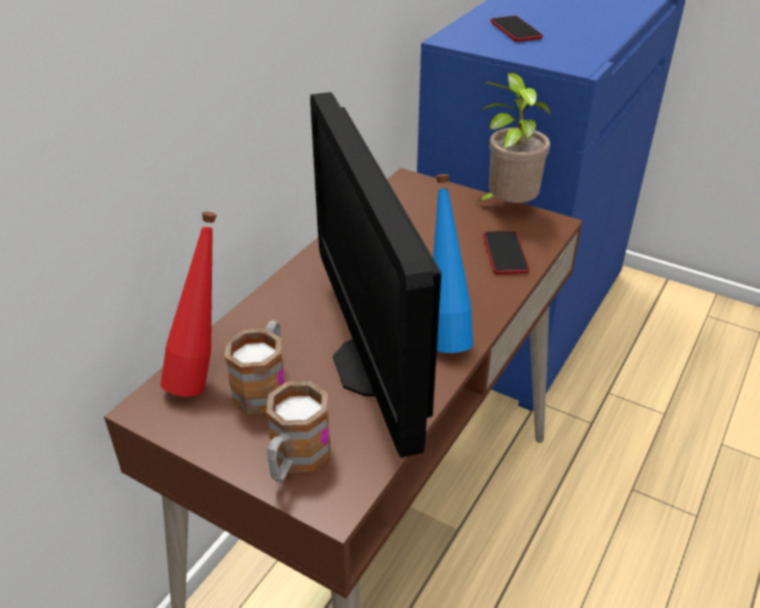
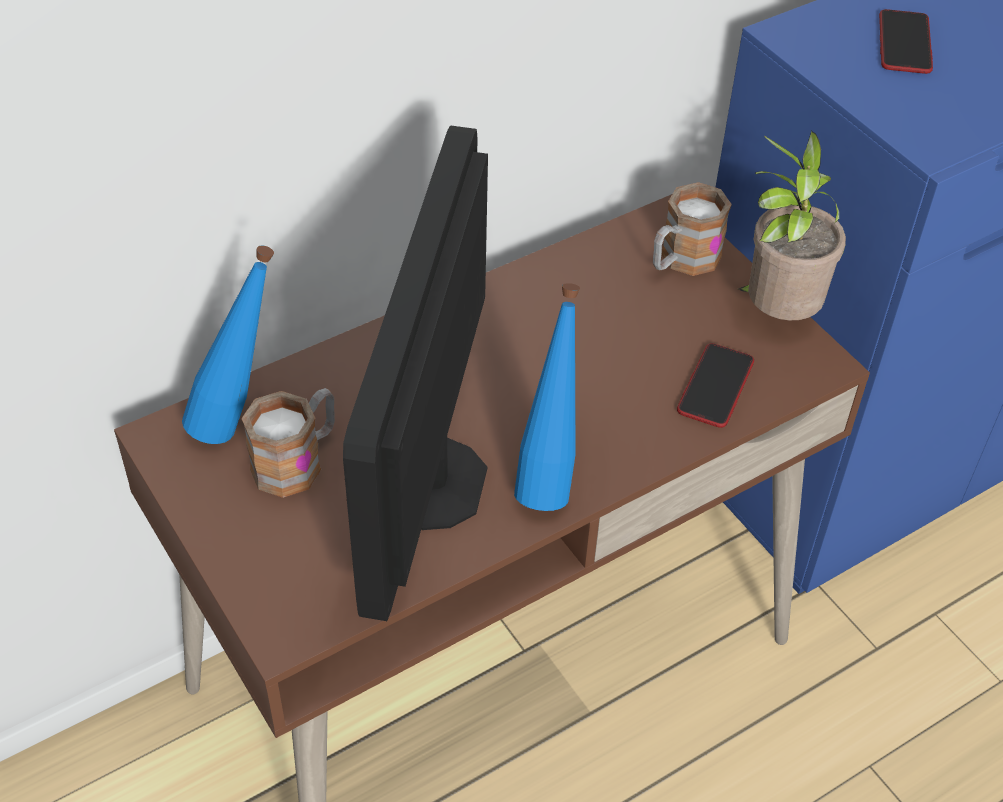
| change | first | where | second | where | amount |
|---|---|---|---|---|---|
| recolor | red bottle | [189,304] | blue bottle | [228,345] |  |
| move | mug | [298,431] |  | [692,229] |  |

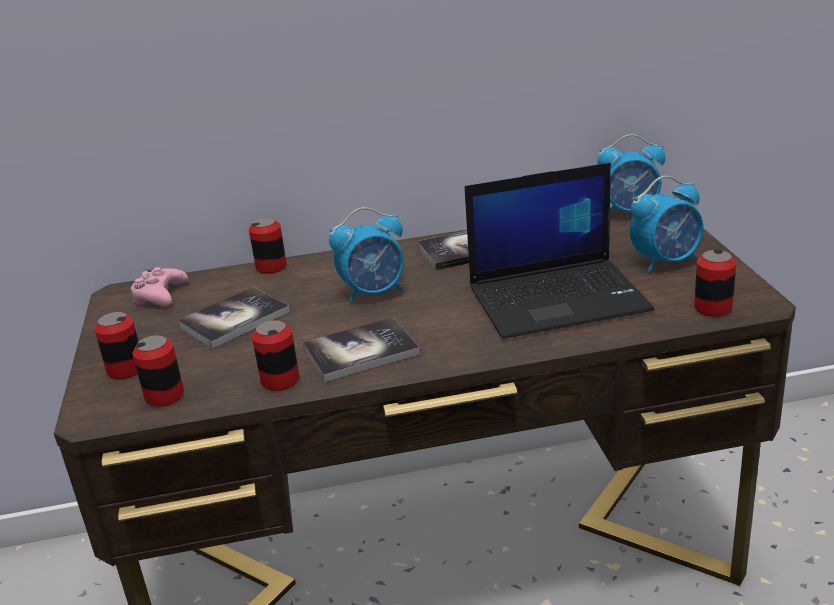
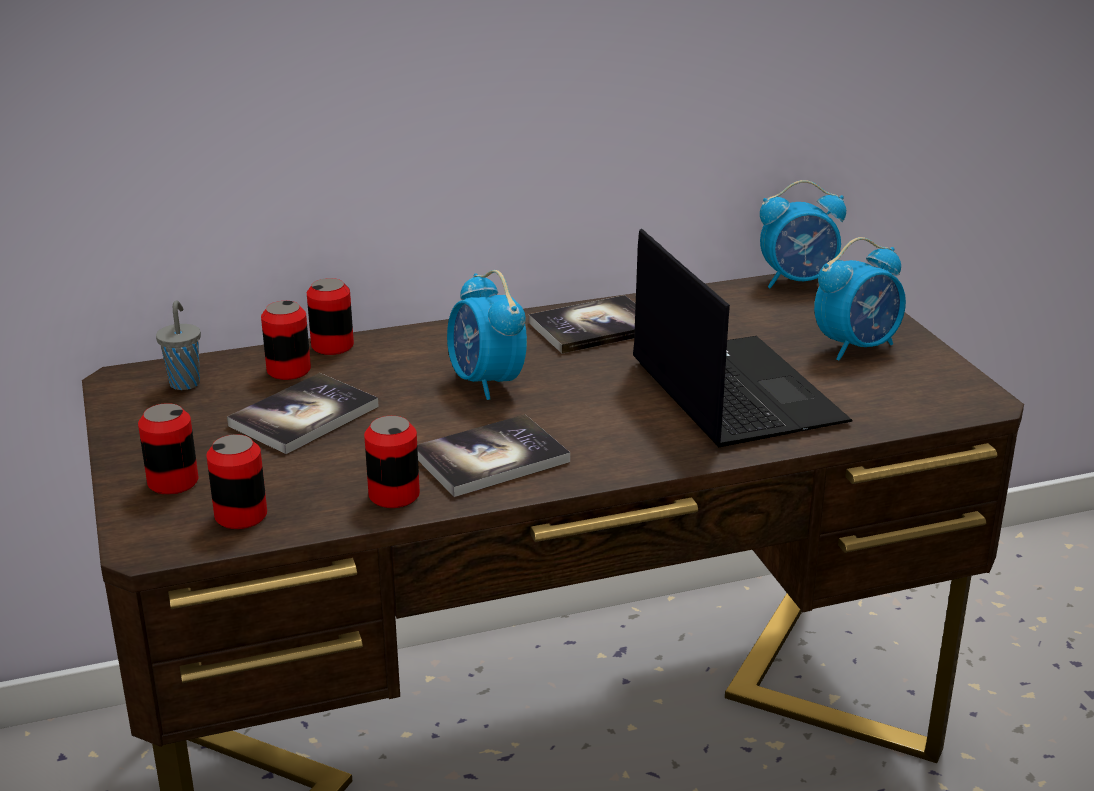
| change | first | where | second | where | amount |
|---|---|---|---|---|---|
| replace | pink game controller | [159,286] | grey cup | [178,345] |  |
| rotate | alarm clock | [366,255] |  | [487,335] | 90 degrees clockwise |
| rotate | laptop | [559,251] |  | [743,338] | 90 degrees counterclockwise |
| move | can | [715,283] |  | [286,340] |  |

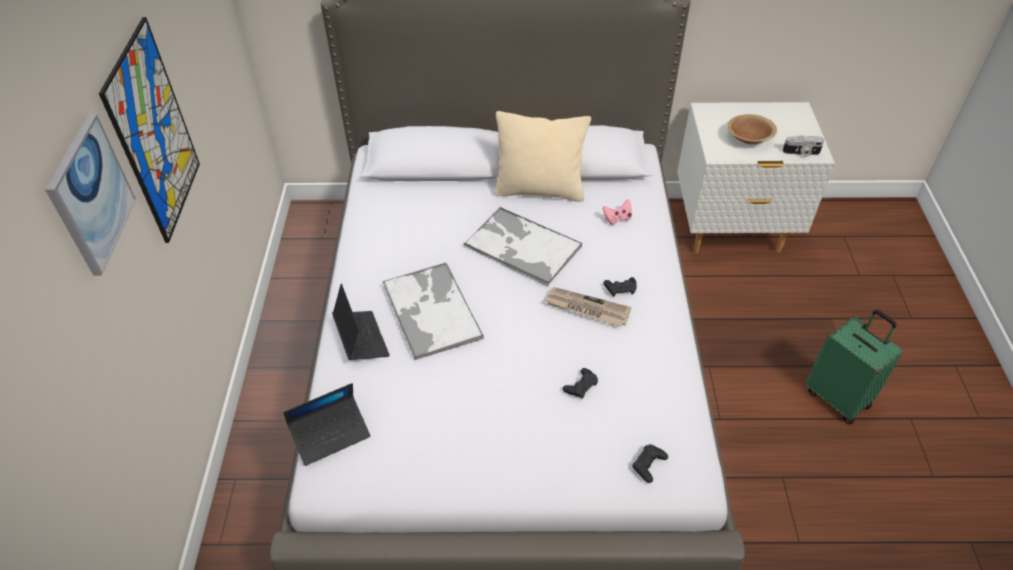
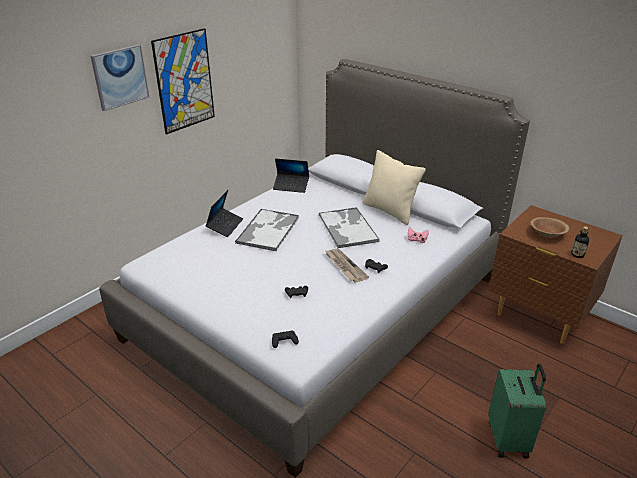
| change | first | where | second | where | amount |
|---|---|---|---|---|---|
| move | laptop | [327,424] |  | [291,175] |  |
| recolor | white nightstand | [756,177] | brown nightstand | [555,274] |  |
| replace | photo camera | [803,146] | bottle | [580,242] |  |

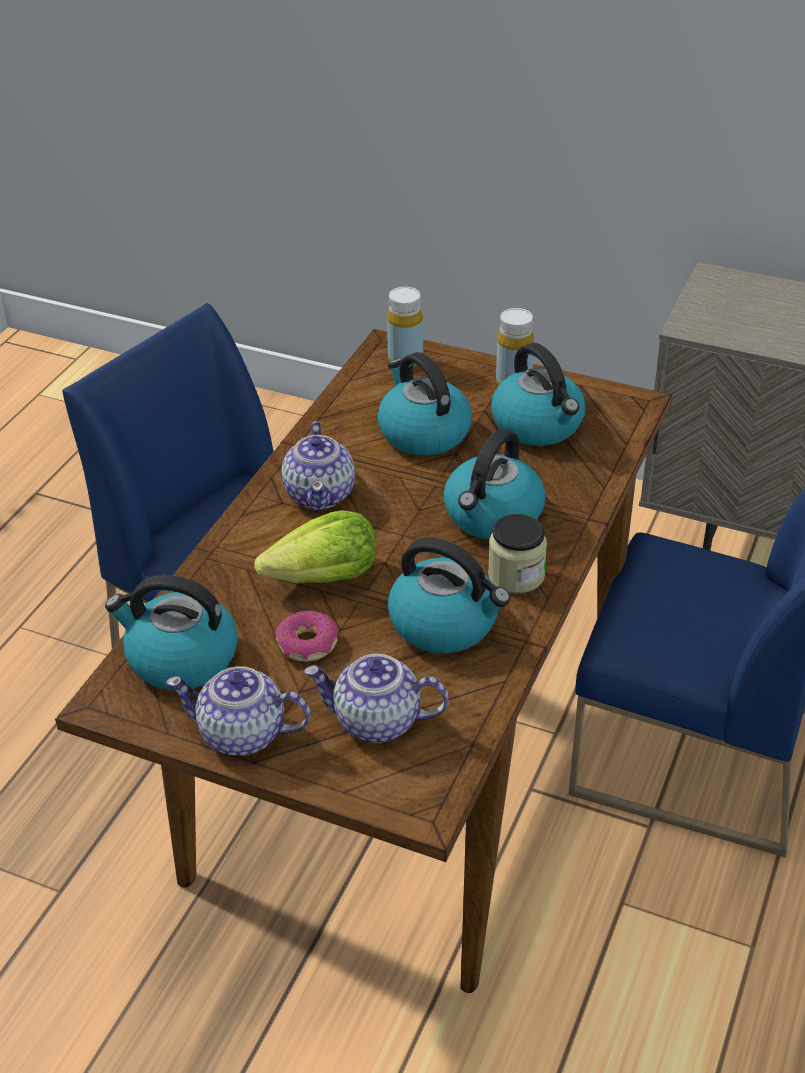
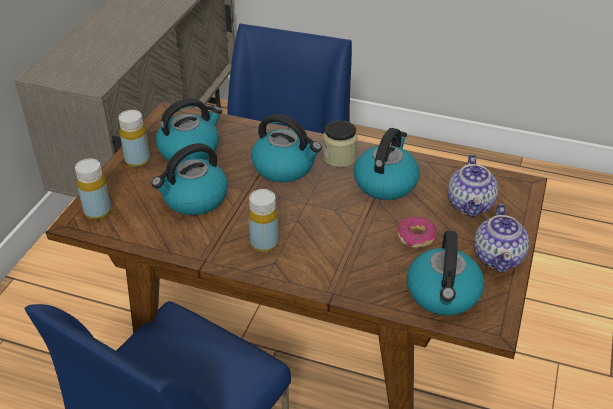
| change | first | where | second | where | amount |
|---|---|---|---|---|---|
| delete | lettuce | [315,546] |  |  |  |
| replace | teapot | [318,466] | yellow bottle | [263,220] |  |

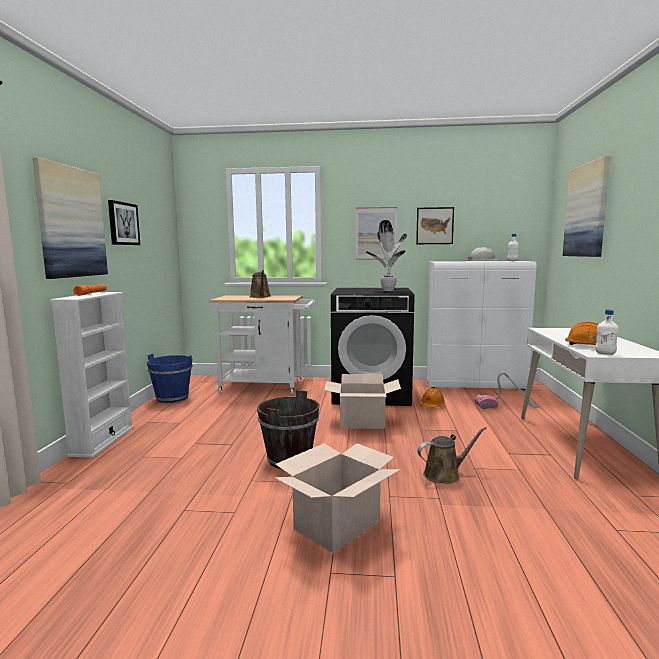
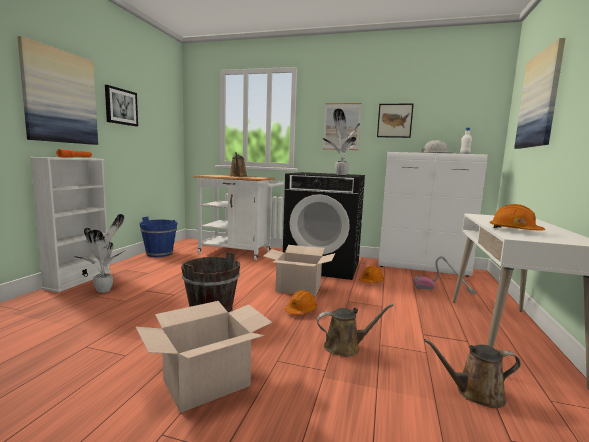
| change | first | where | second | where | amount |
|---|---|---|---|---|---|
| delete | white bottle | [607,332] |  |  |  |
| insert |  |  | potted plant | [99,253] |  |
| insert |  |  | orange hard hat | [301,302] |  |
| insert |  |  | brown watering can | [472,373] |  |

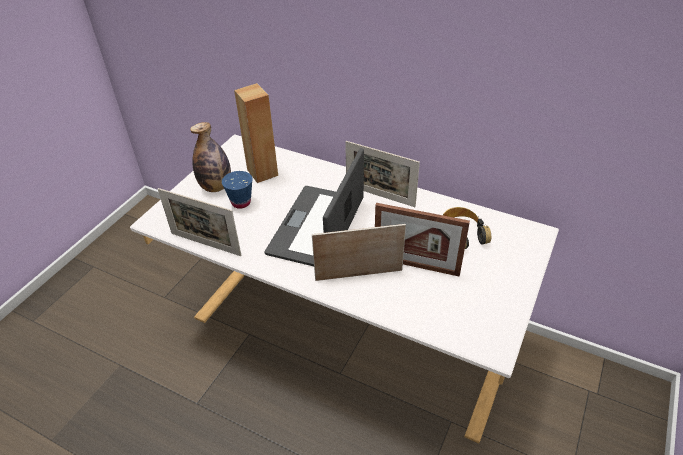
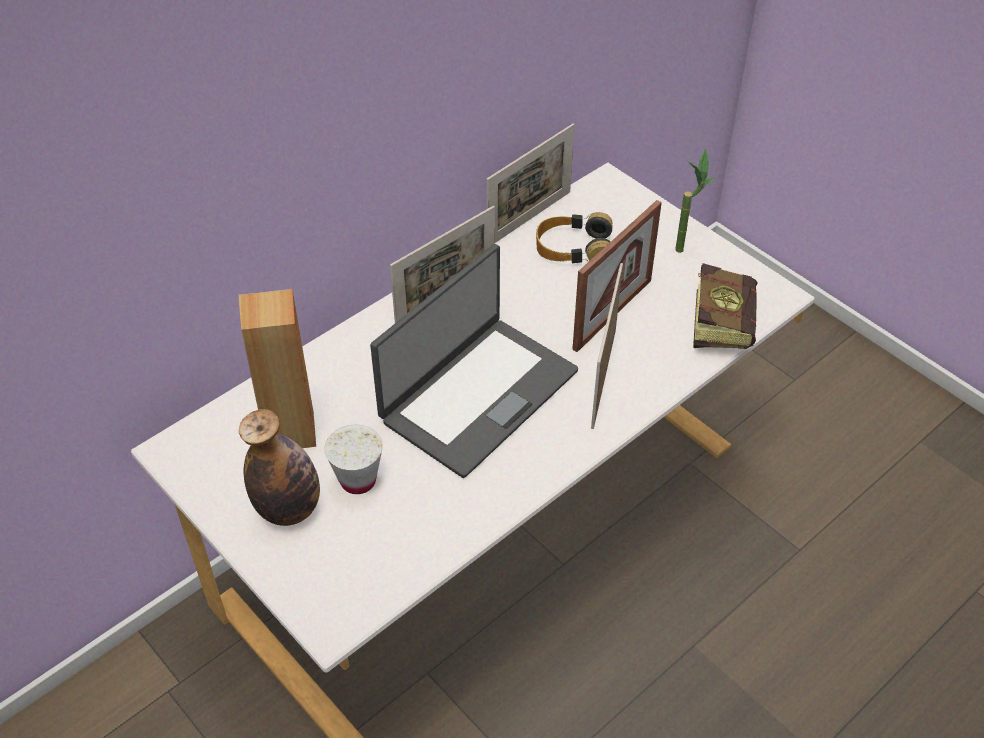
| change | first | where | second | where | amount |
|---|---|---|---|---|---|
| move | picture frame | [200,222] |  | [530,183] |  |
| recolor | blue cup | [237,190] | white cup | [354,459] |  |
| rotate | laptop | [314,207] |  | [474,361] | 90 degrees counterclockwise |
| insert |  |  | potted plant | [695,200] |  |
| insert |  |  | book | [725,306] |  |

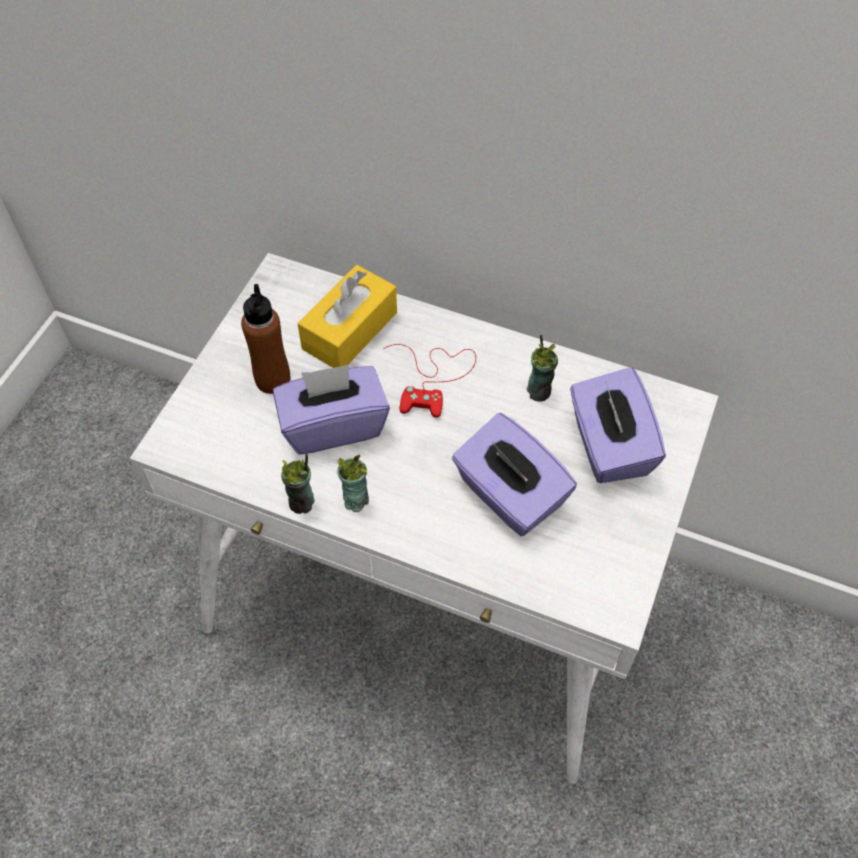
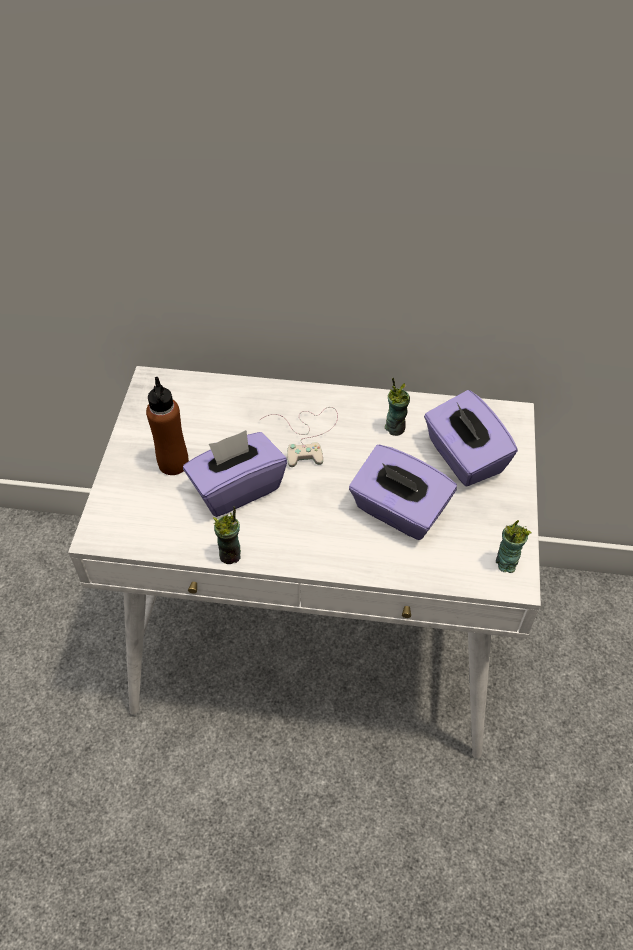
| change | first | where | second | where | amount |
|---|---|---|---|---|---|
| delete | yellow tissue box | [347,316] |  |  |  |
| move | cup | [353,483] |  | [514,546] |  |
| recolor | red game controller | [429,381] | white game controller | [298,437] |  |

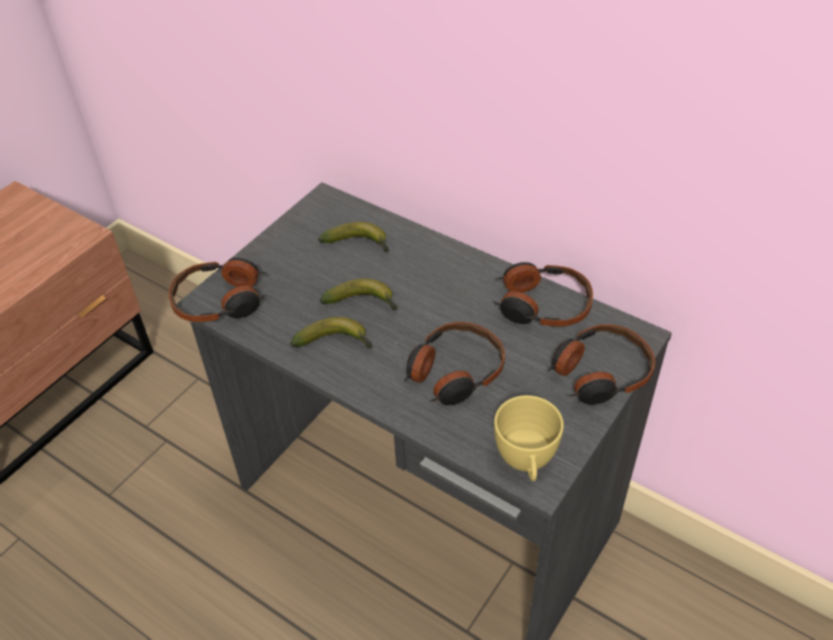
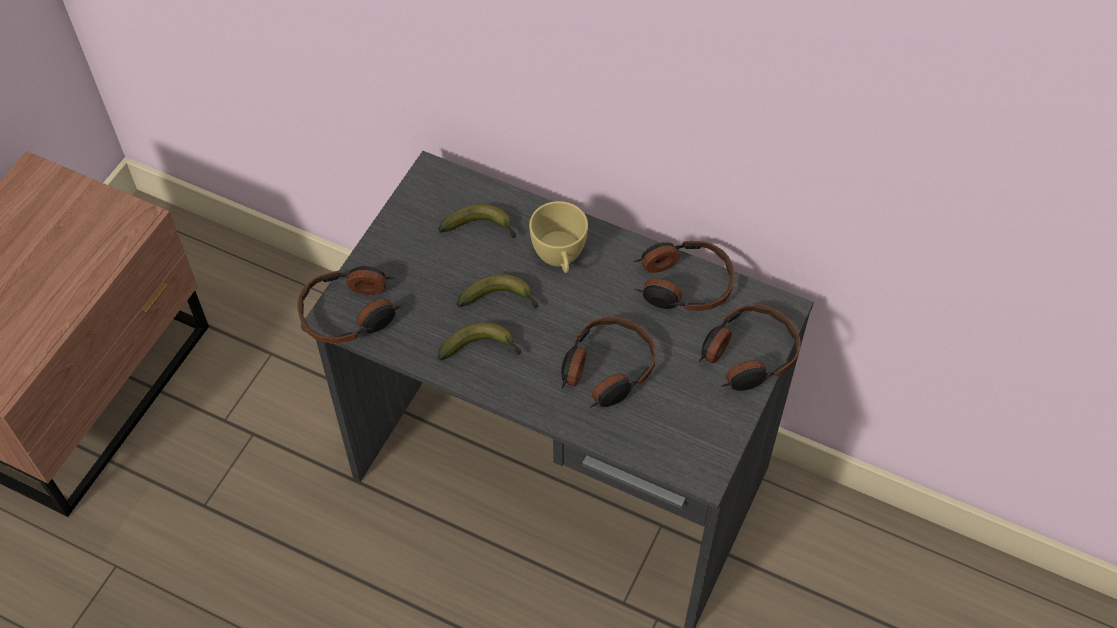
| change | first | where | second | where | amount |
|---|---|---|---|---|---|
| move | yellow cup | [529,438] |  | [558,237] |  |

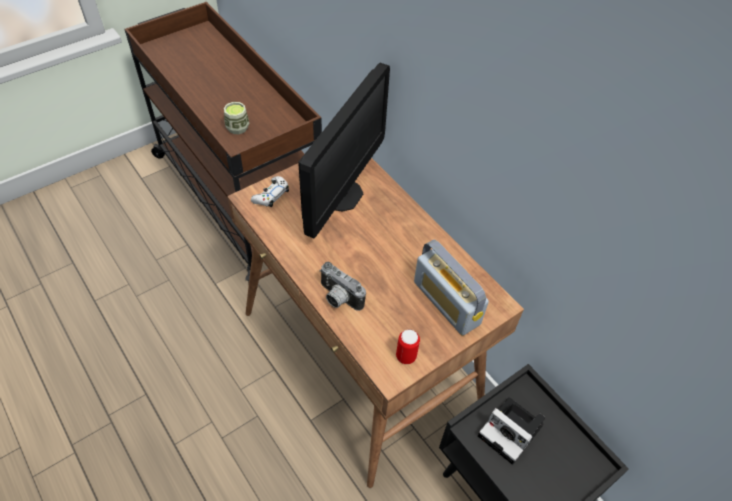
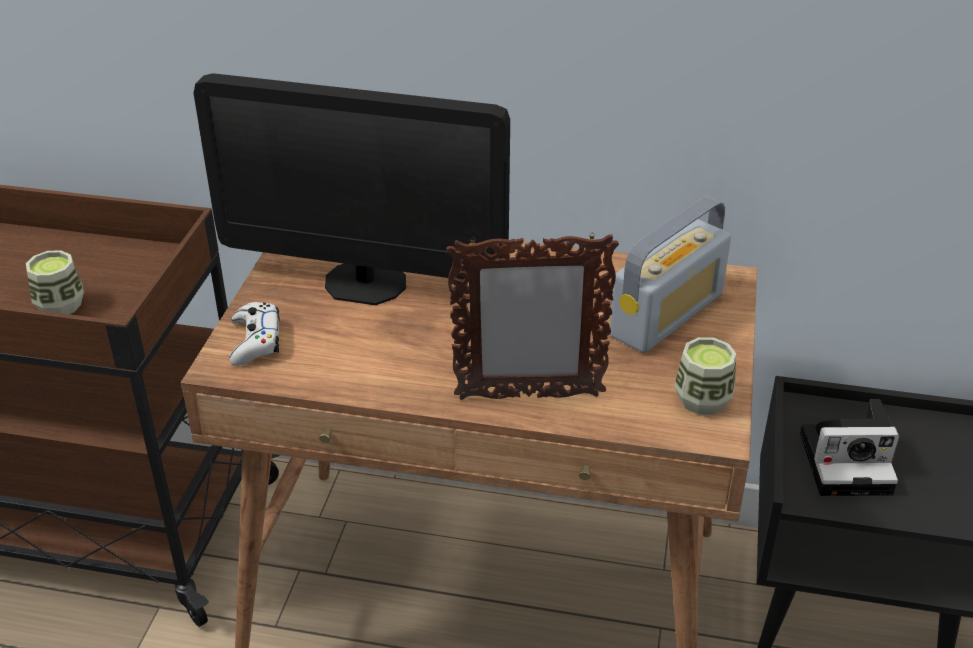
| change | first | where | second | where | amount |
|---|---|---|---|---|---|
| rotate | monitor | [344,150] |  | [352,189] | 120 degrees clockwise |
| replace | photo camera | [342,286] | picture frame | [532,316] |  |
| replace | can | [408,347] | cup | [705,376] |  |
| rotate | radio | [451,288] |  | [670,275] | 60 degrees counterclockwise |

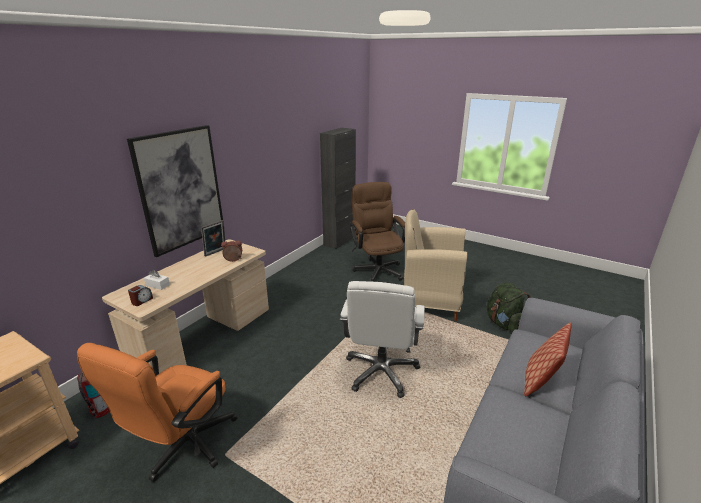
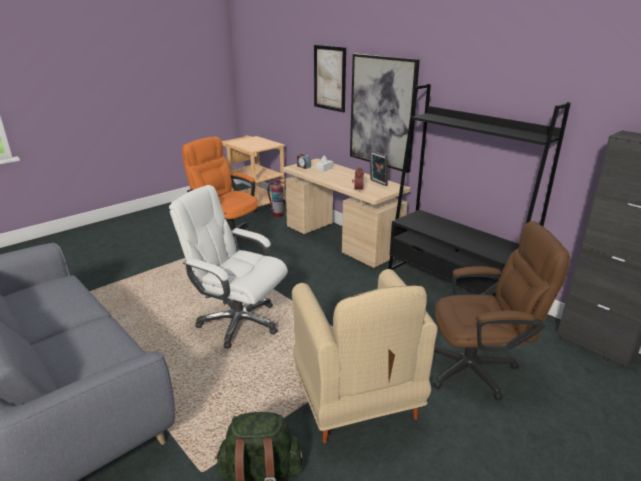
| change | first | where | second | where | amount |
|---|---|---|---|---|---|
| rotate | beige armchair | [435,265] |  | [364,356] | 135 degrees clockwise |
| delete | pillow | [548,359] |  |  |  |
| insert |  |  | picture | [330,78] |  |
| insert |  |  | black bookcase | [479,190] |  |

